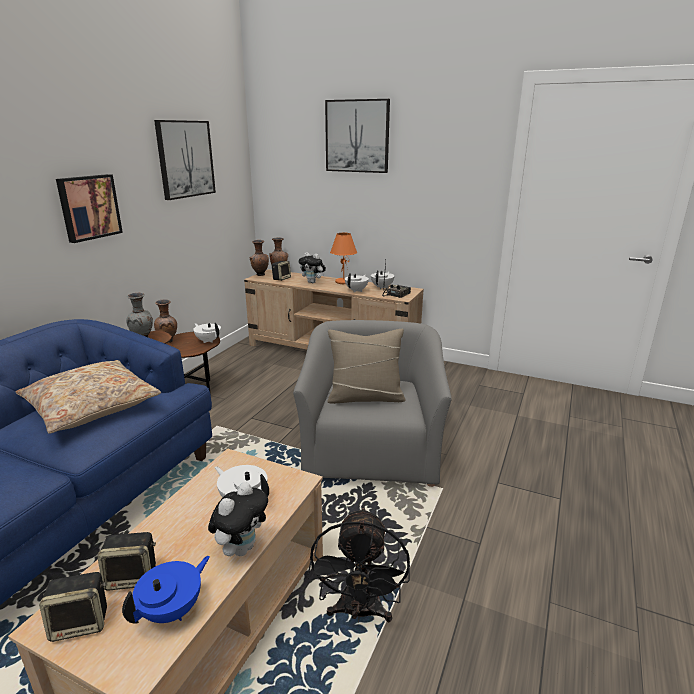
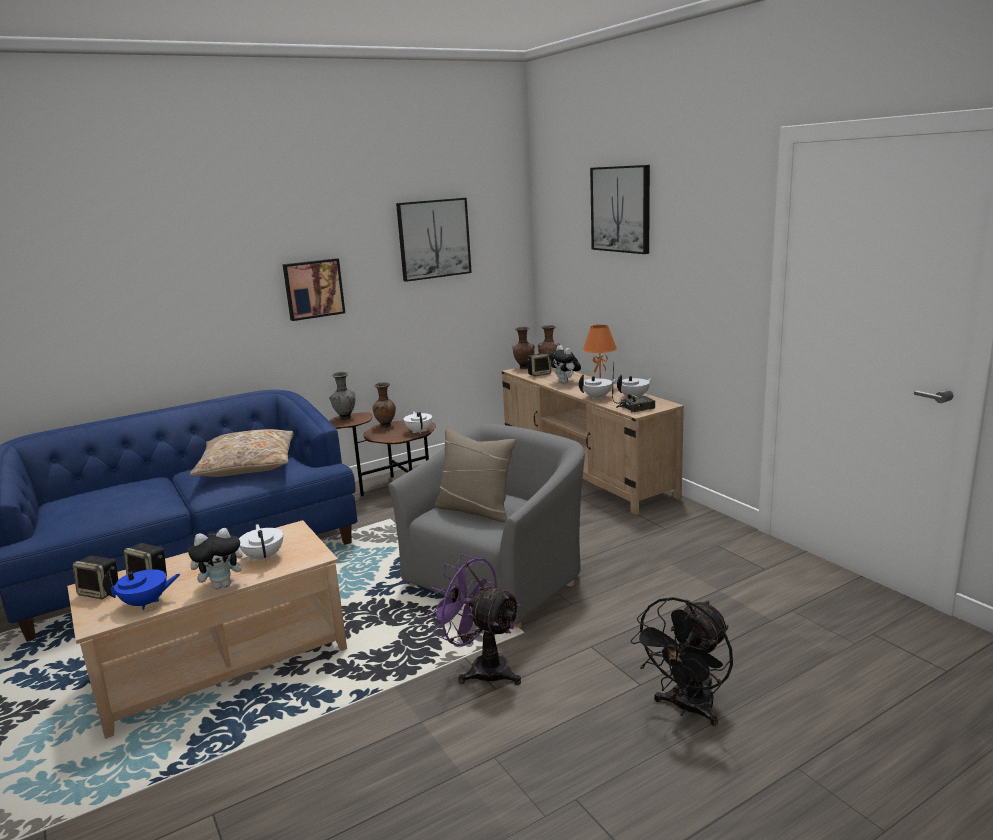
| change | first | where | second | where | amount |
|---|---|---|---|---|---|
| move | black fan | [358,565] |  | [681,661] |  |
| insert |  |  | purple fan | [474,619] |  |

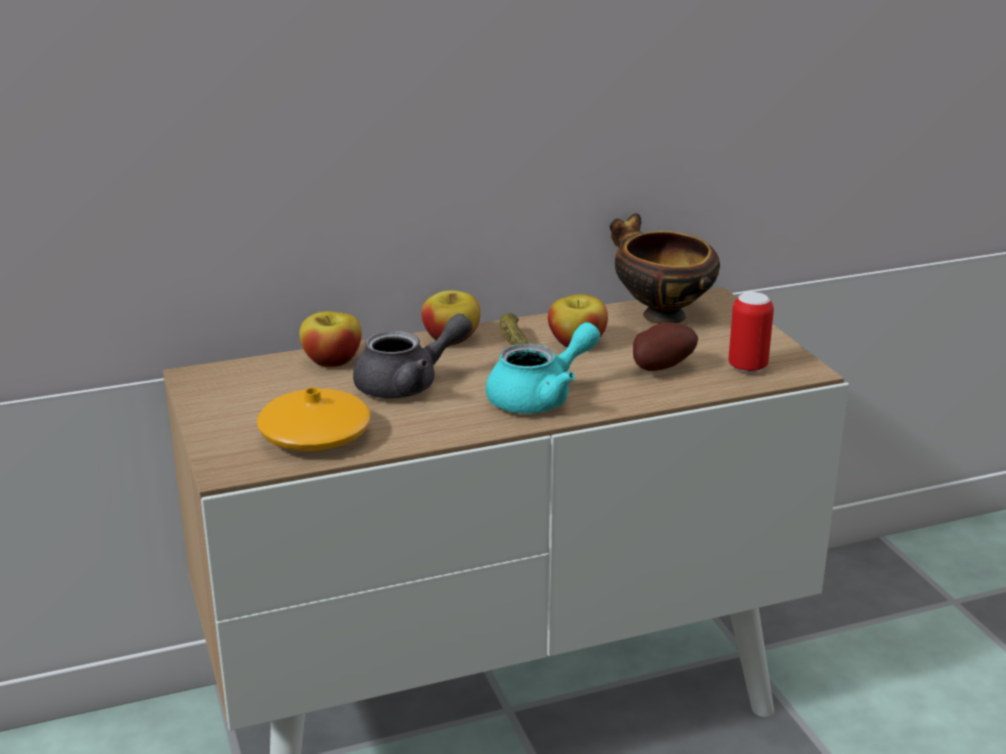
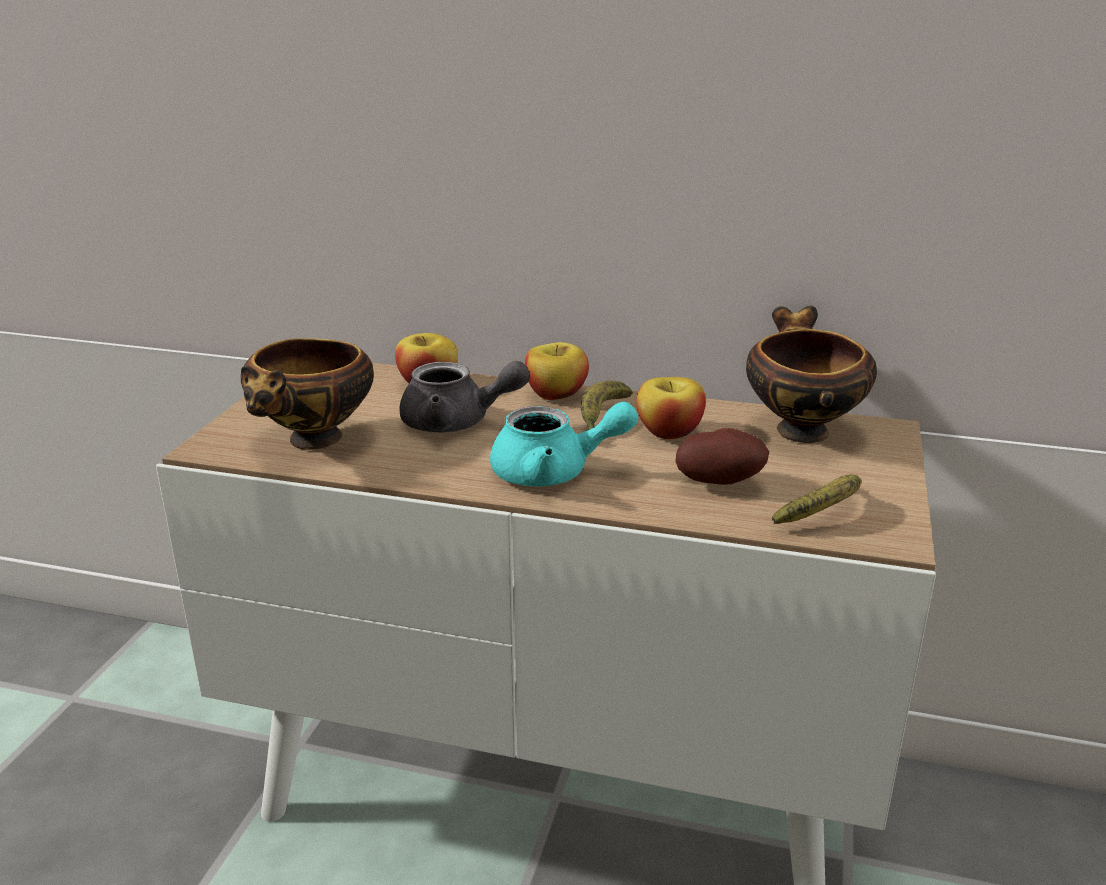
| change | first | where | second | where | amount |
|---|---|---|---|---|---|
| replace | orange vase | [314,419] | bowl | [307,394] |  |
| replace | can | [751,332] | banana | [817,499] |  |

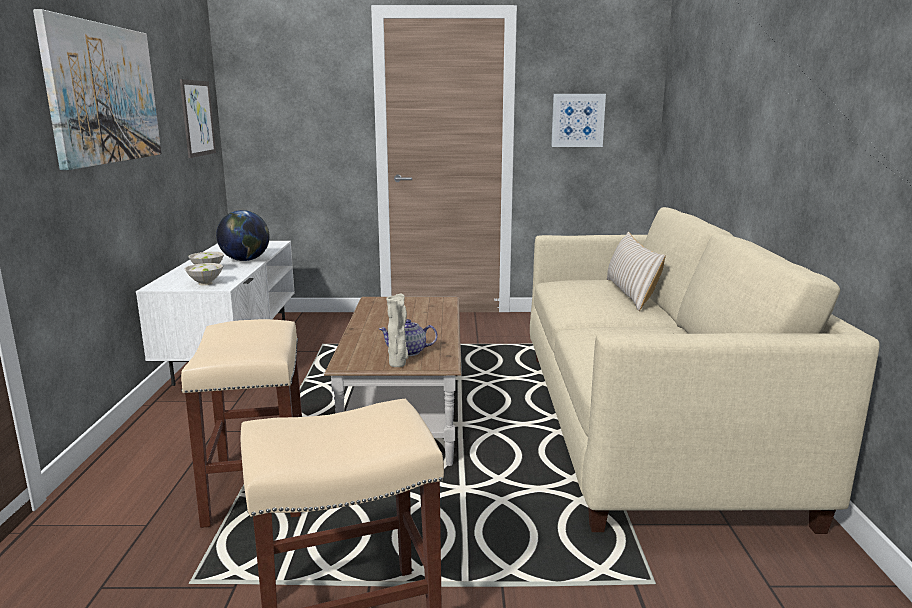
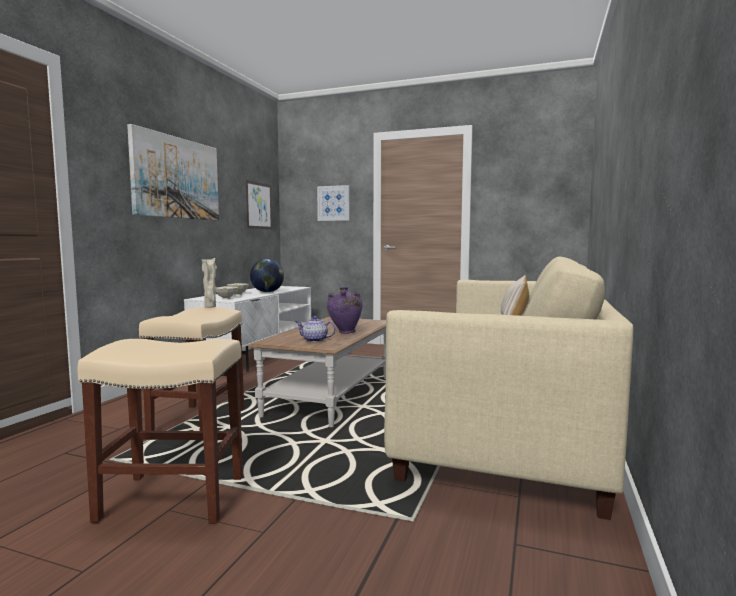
| change | first | where | second | where | amount |
|---|---|---|---|---|---|
| move | beige vase | [397,330] |  | [209,283] |  |
| move | picture | [578,120] |  | [333,203] |  |
| insert |  |  | purple vase | [344,310] |  |

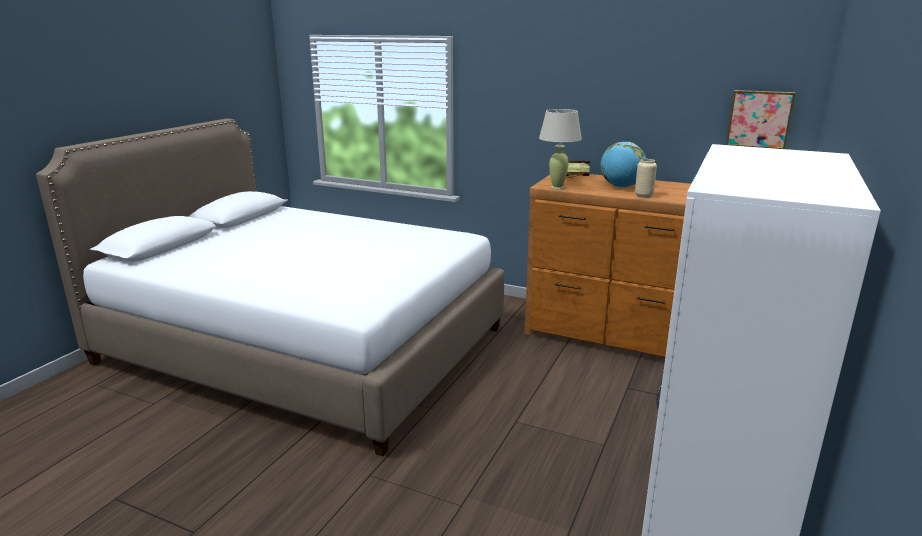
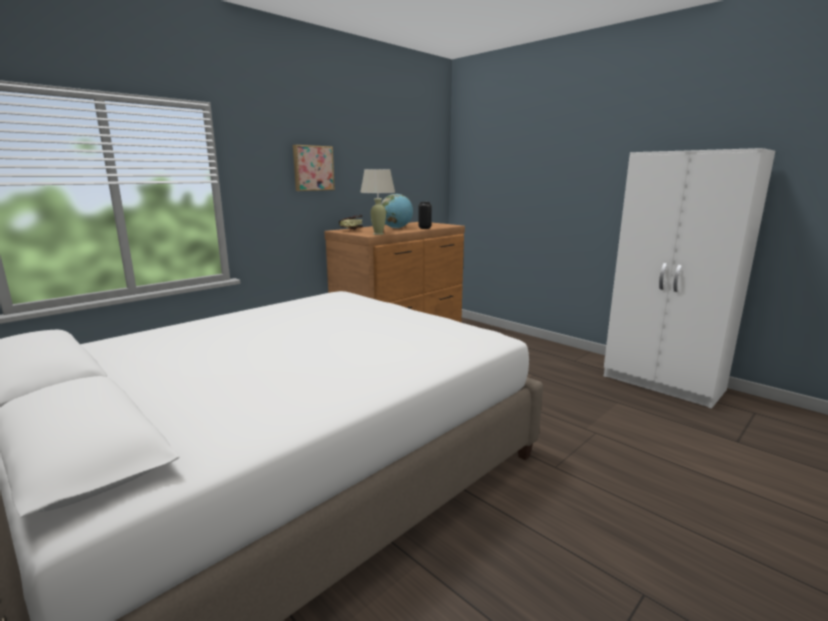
| change | first | where | second | where | amount |
|---|---|---|---|---|---|
| recolor | beige vase | [646,178] | black vase | [425,215] |  |
| move | picture | [760,119] |  | [314,168] |  |

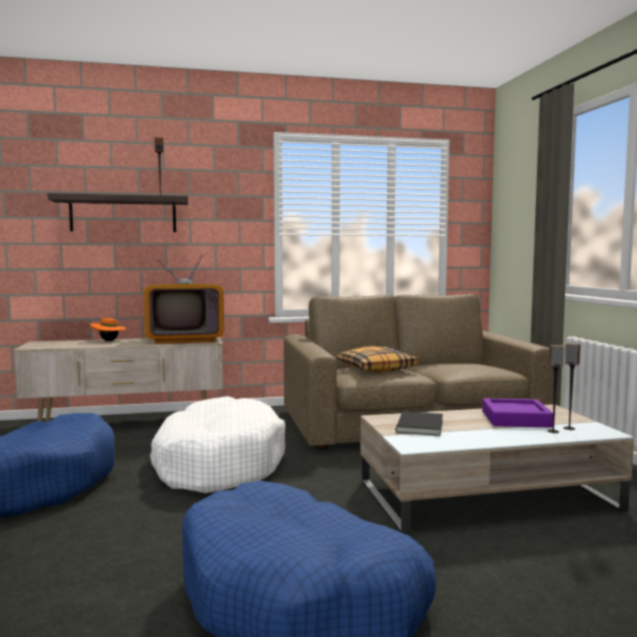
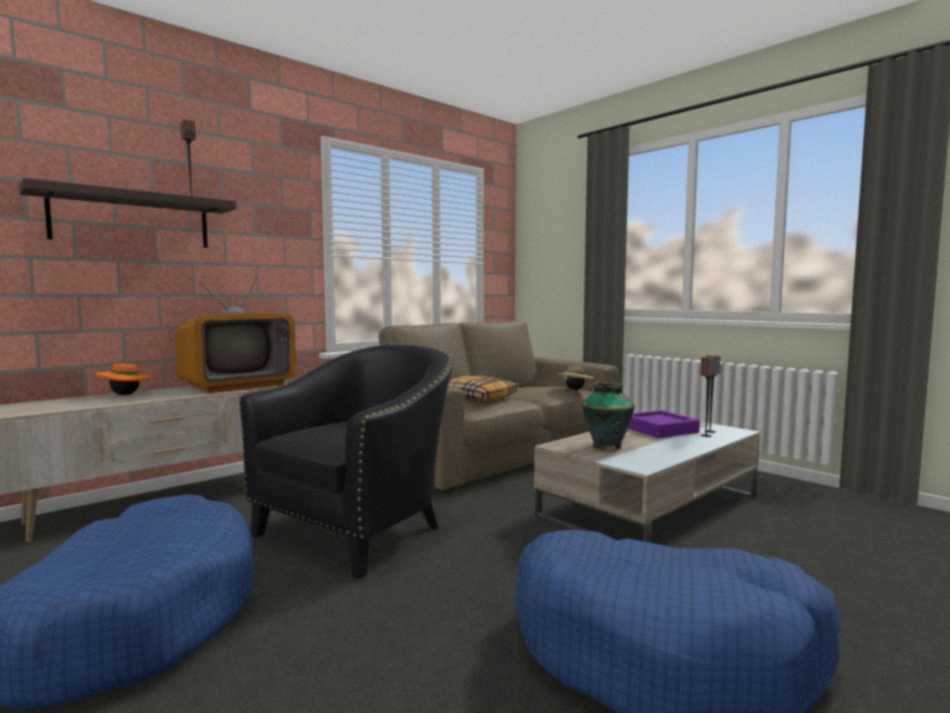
| change | first | where | second | where | amount |
|---|---|---|---|---|---|
| replace | white dog bed | [217,444] | black armchair | [346,461] |  |
| replace | black book | [419,423] | vase | [608,416] |  |
| insert |  |  | beige hat | [575,378] |  |

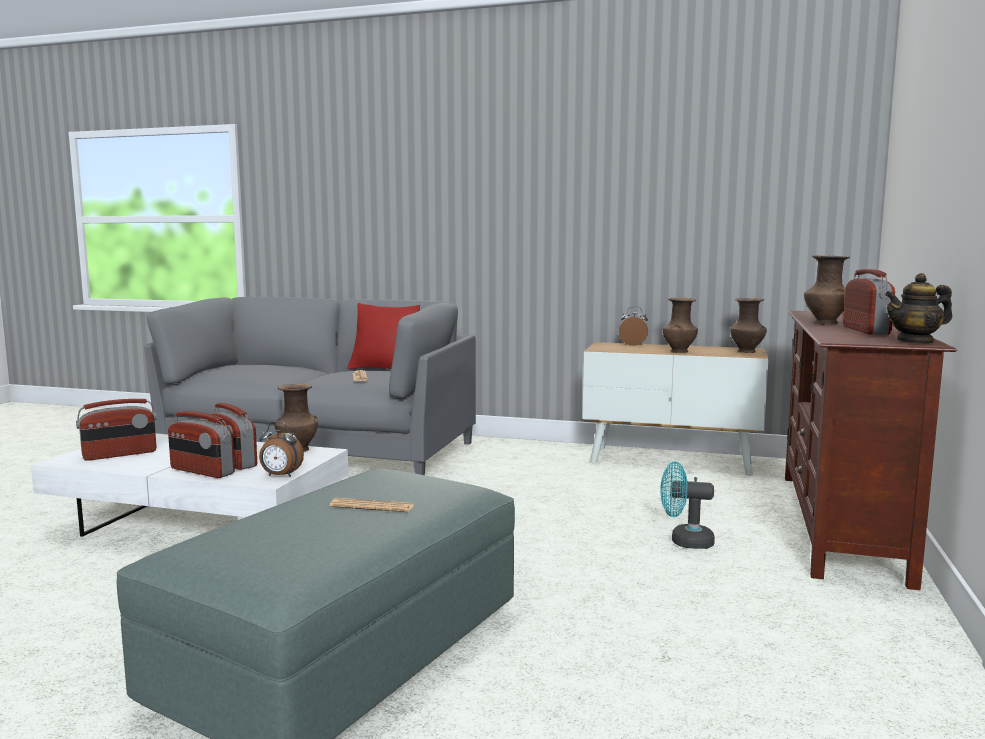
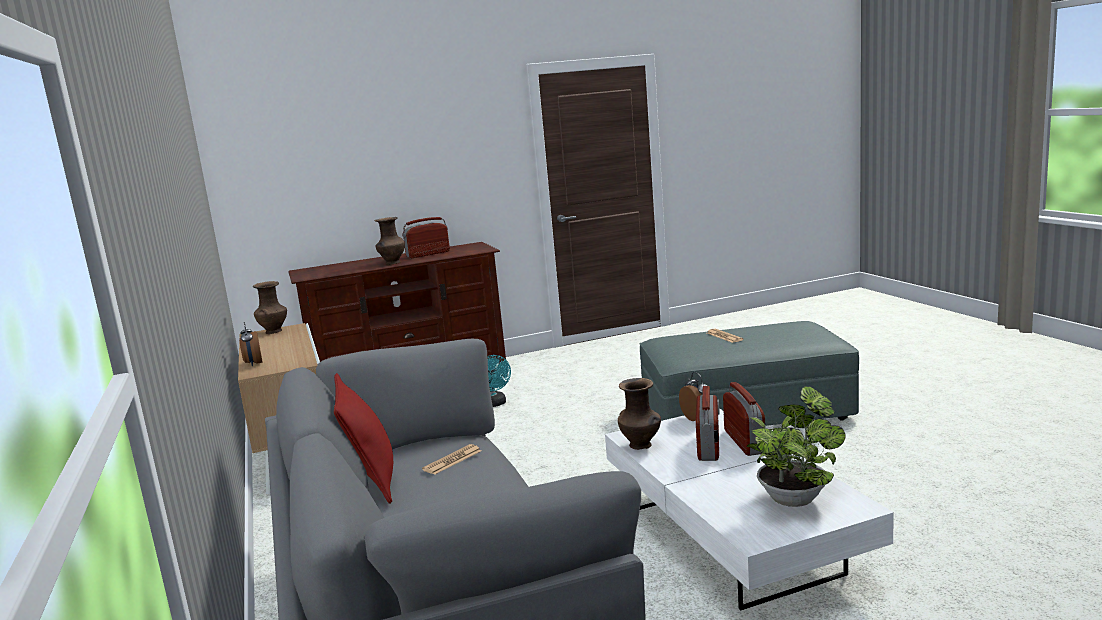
| change | first | where | second | where | amount |
|---|---|---|---|---|---|
| replace | radio | [116,430] | potted plant | [796,446] |  |
| delete | brown vase | [680,325] |  |  |  |
| delete | teapot | [918,308] |  |  |  |

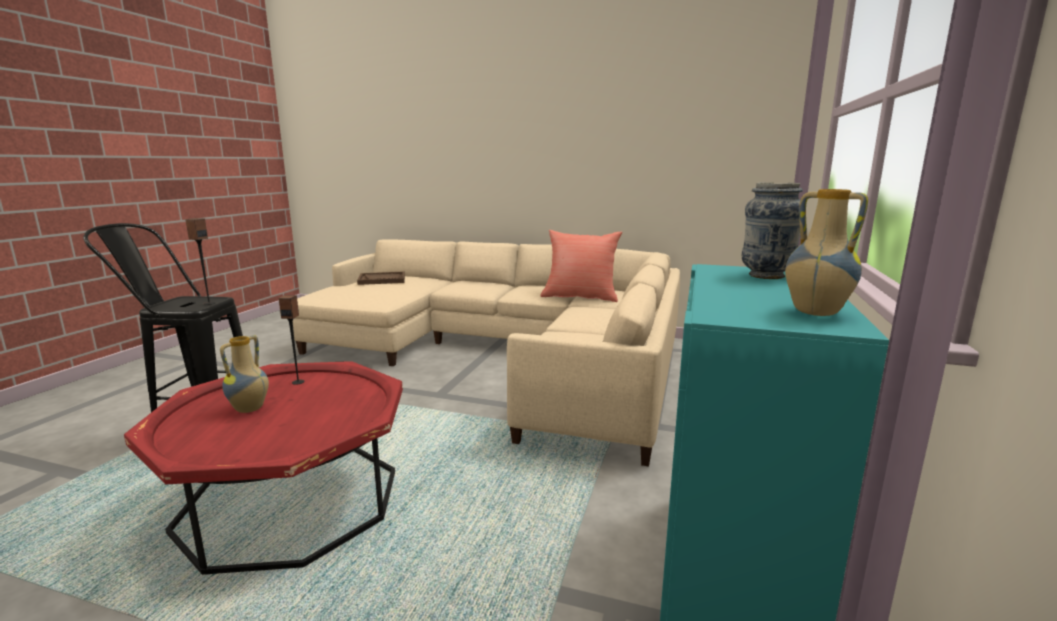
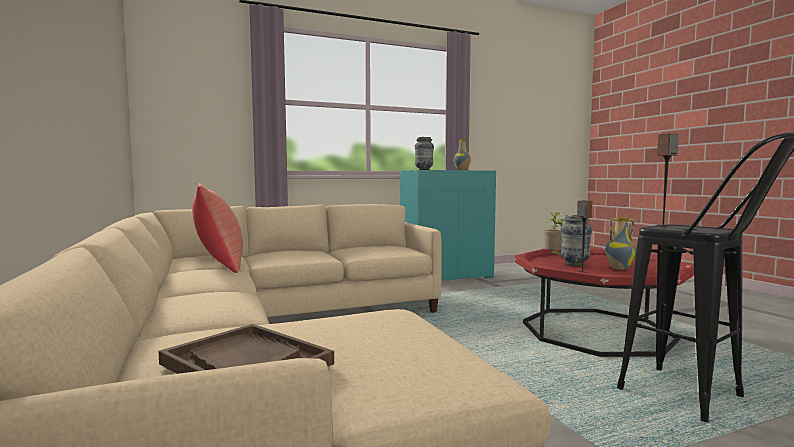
| change | first | where | second | where | amount |
|---|---|---|---|---|---|
| insert |  |  | potted plant | [553,234] |  |
| insert |  |  | vase | [576,240] |  |

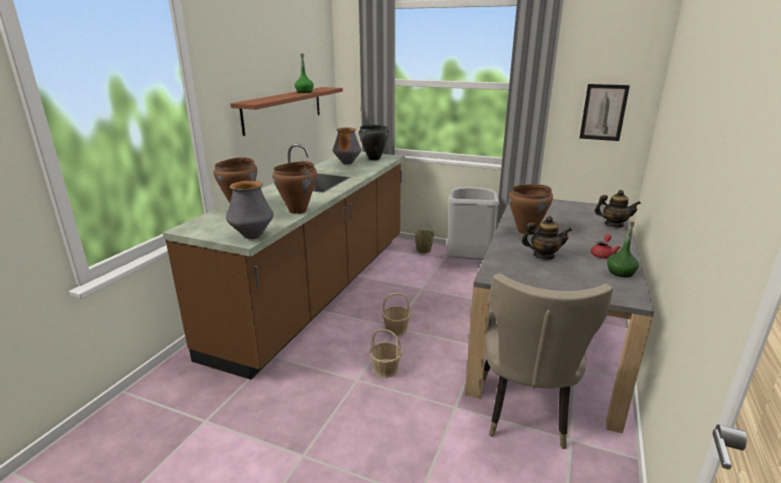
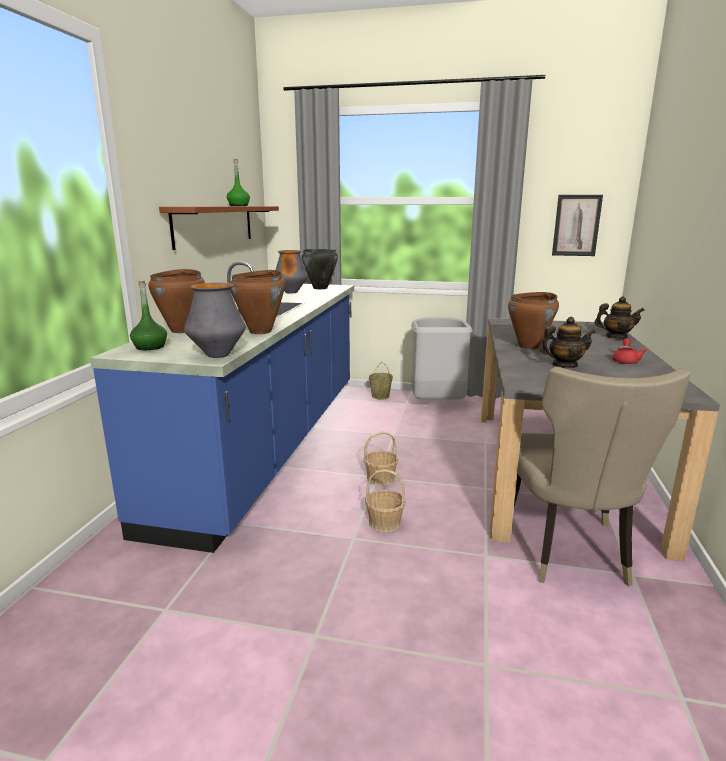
| change | first | where | second | where | amount |
|---|---|---|---|---|---|
| recolor | brown counter | [284,262] | blue counter | [222,407] |  |
| move | green bottle | [623,249] |  | [148,315] |  |

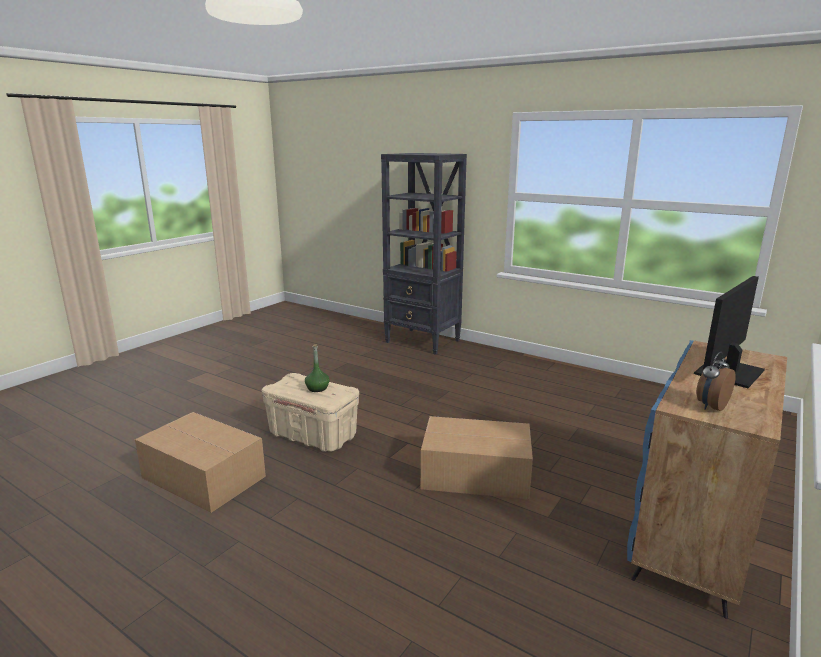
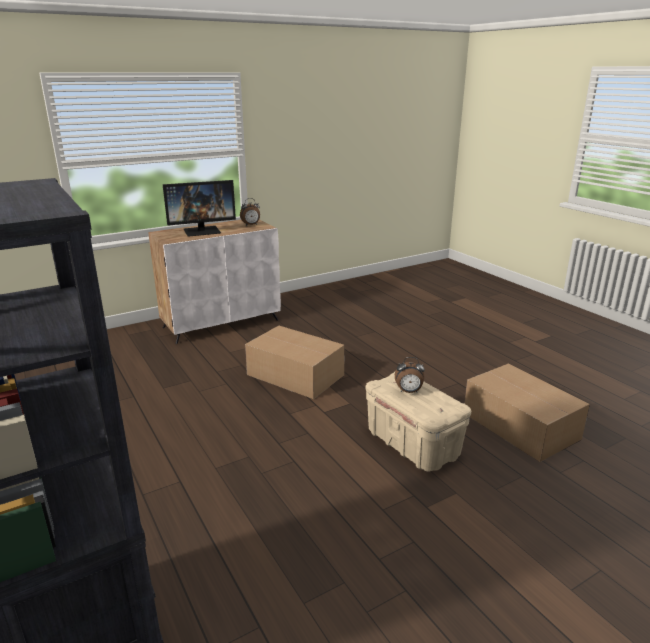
| change | first | where | second | where | amount |
|---|---|---|---|---|---|
| replace | green bottle | [317,368] | alarm clock | [410,375] |  |
| recolor | blue cabinet | [707,479] | white cabinet | [214,282] |  |

